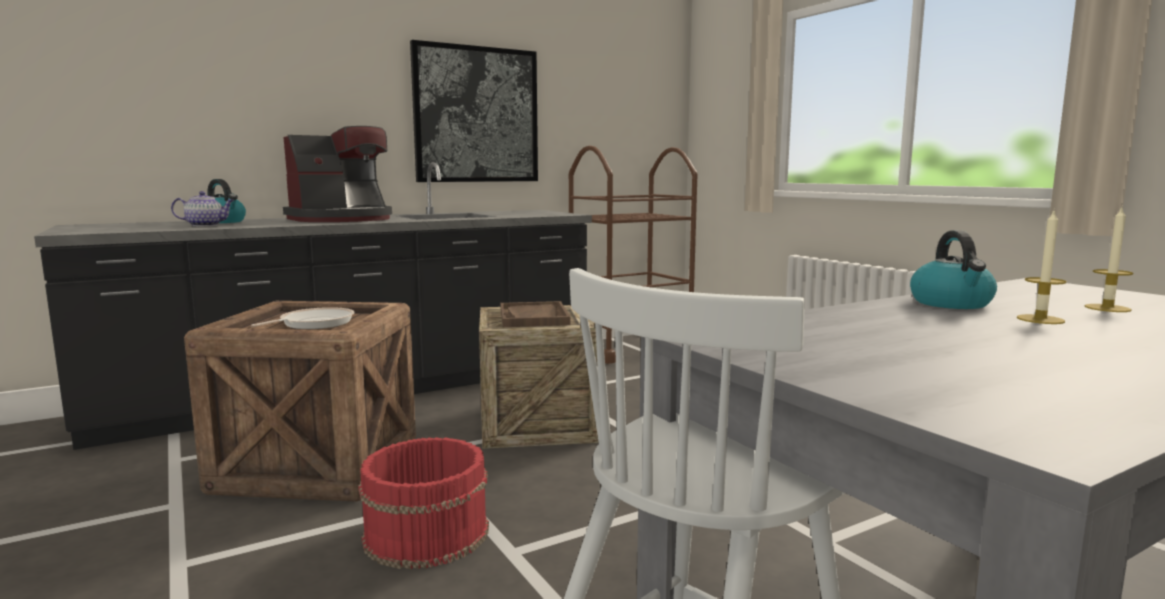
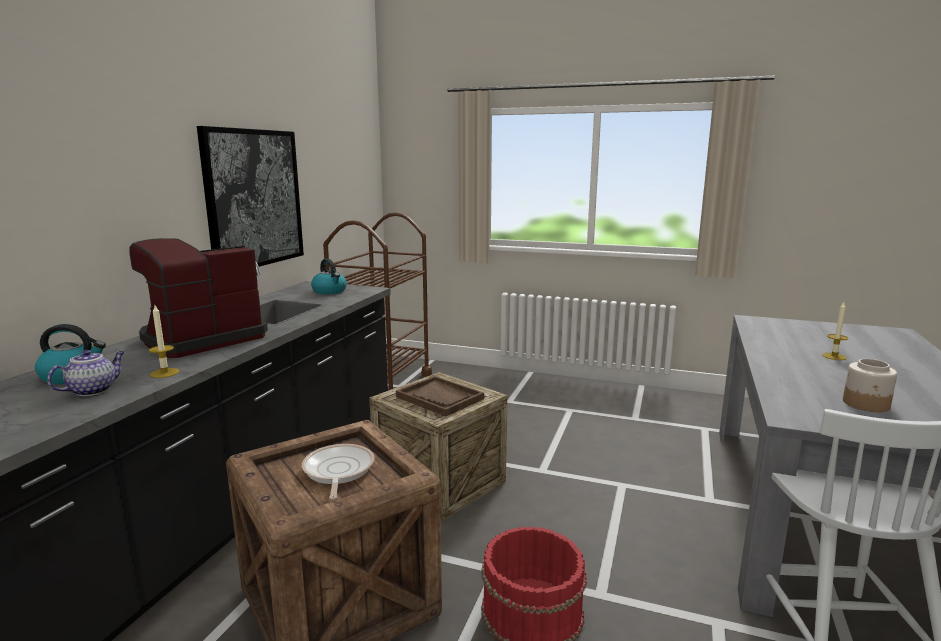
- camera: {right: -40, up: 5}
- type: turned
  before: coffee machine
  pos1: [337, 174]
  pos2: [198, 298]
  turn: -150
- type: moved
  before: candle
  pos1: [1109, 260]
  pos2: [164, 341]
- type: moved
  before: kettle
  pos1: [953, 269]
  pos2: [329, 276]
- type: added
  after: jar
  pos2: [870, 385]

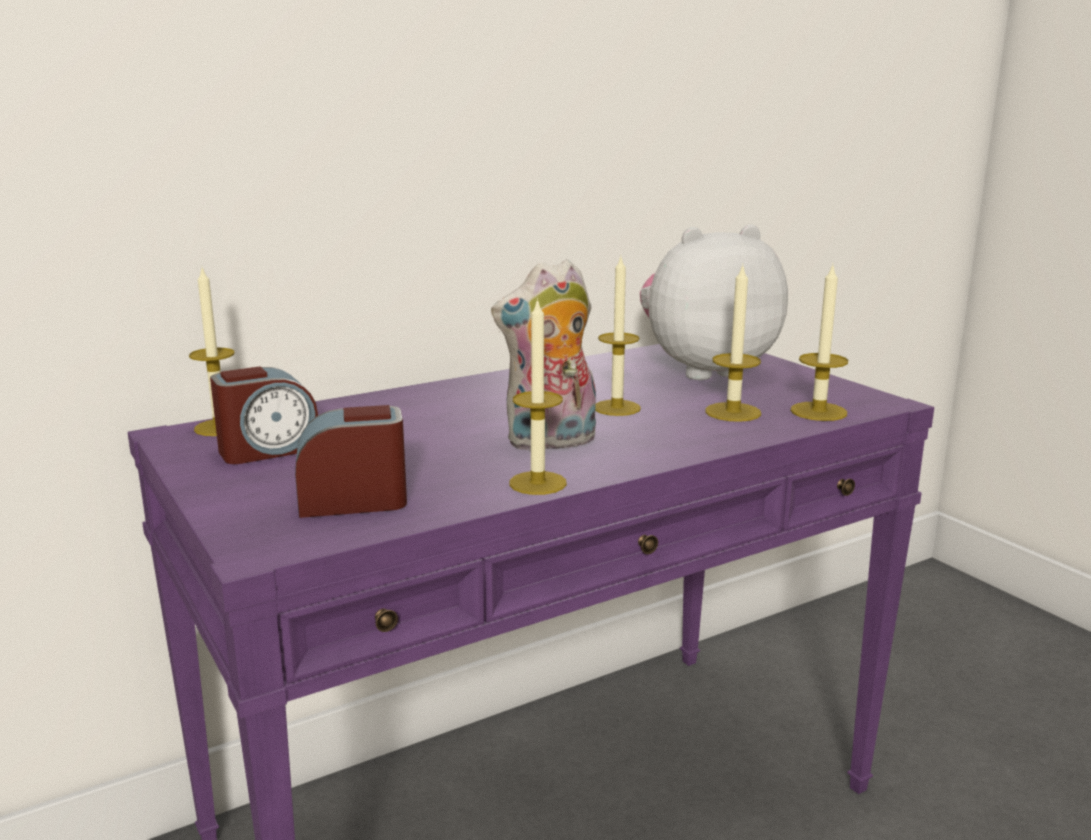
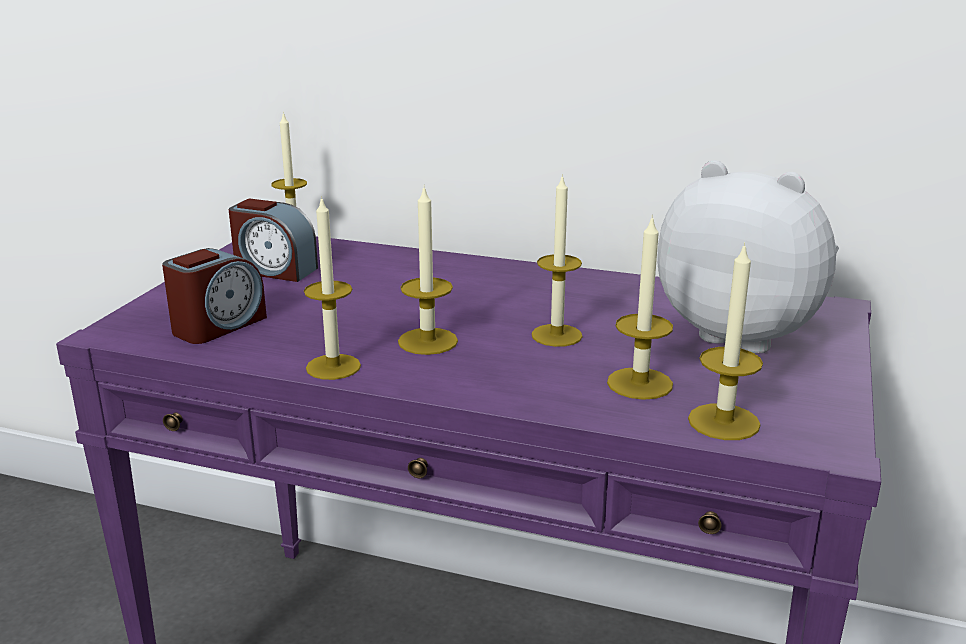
- camera: {right: 50, up: 5}
- type: turned
  before: alarm clock
  pos1: [351, 461]
  pos2: [214, 296]
  turn: 90
- type: replaced
  before: plush toy
  after: candle
  pos1: [543, 355]
  pos2: [428, 270]

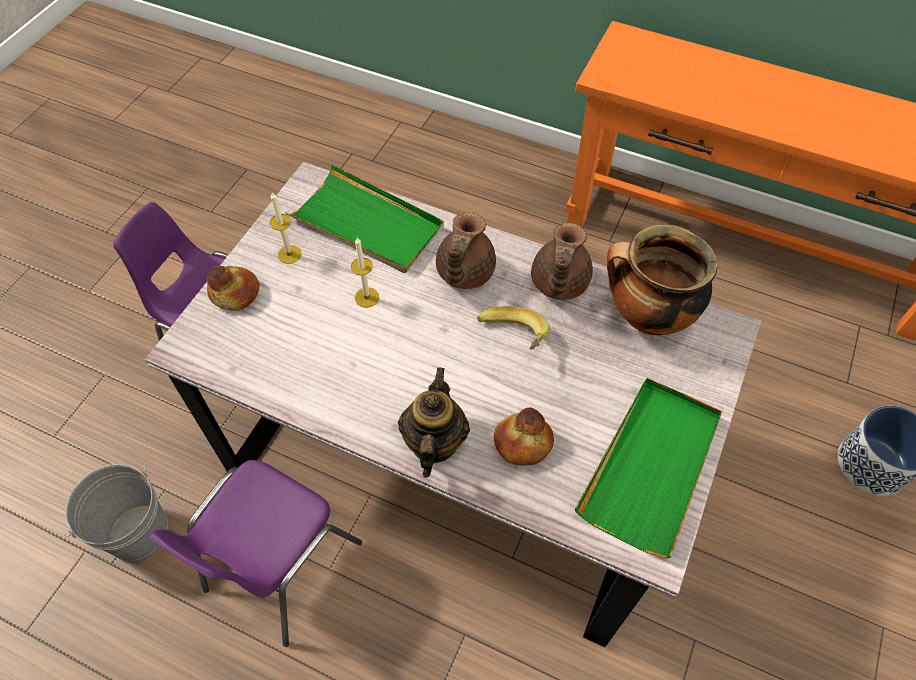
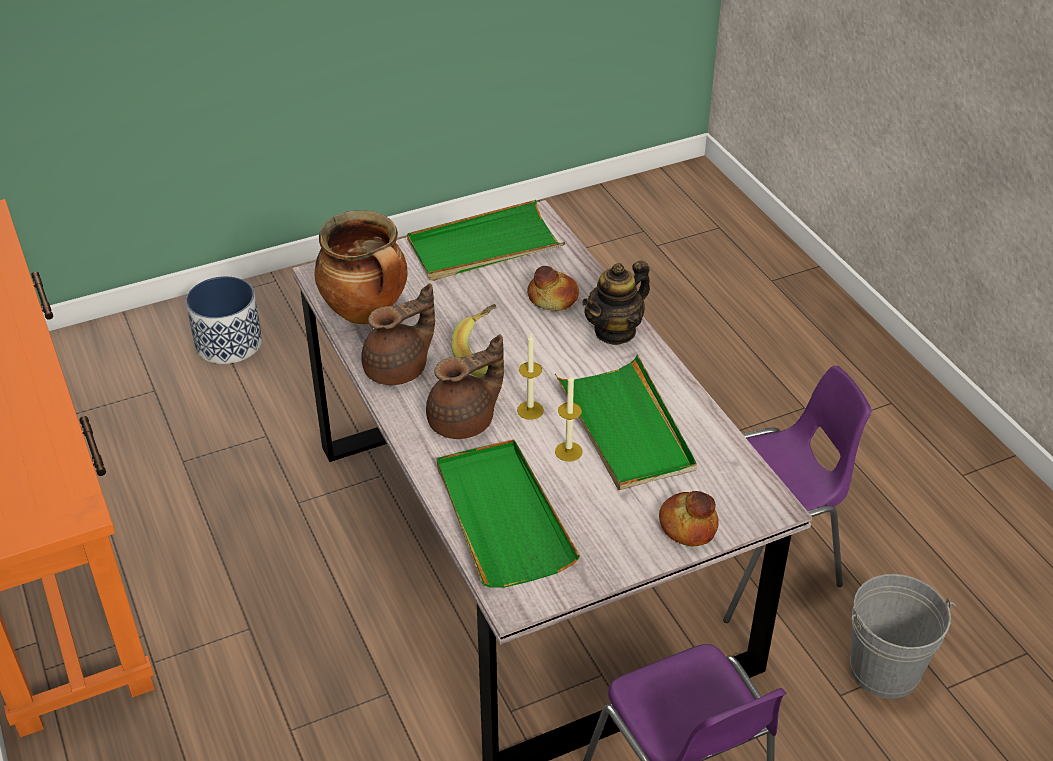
- camera: {right: -140, up: -15}
- type: moved
  before: candle
  pos1: [286, 228]
  pos2: [530, 377]
- type: added
  after: green tray
  pos2: [626, 422]

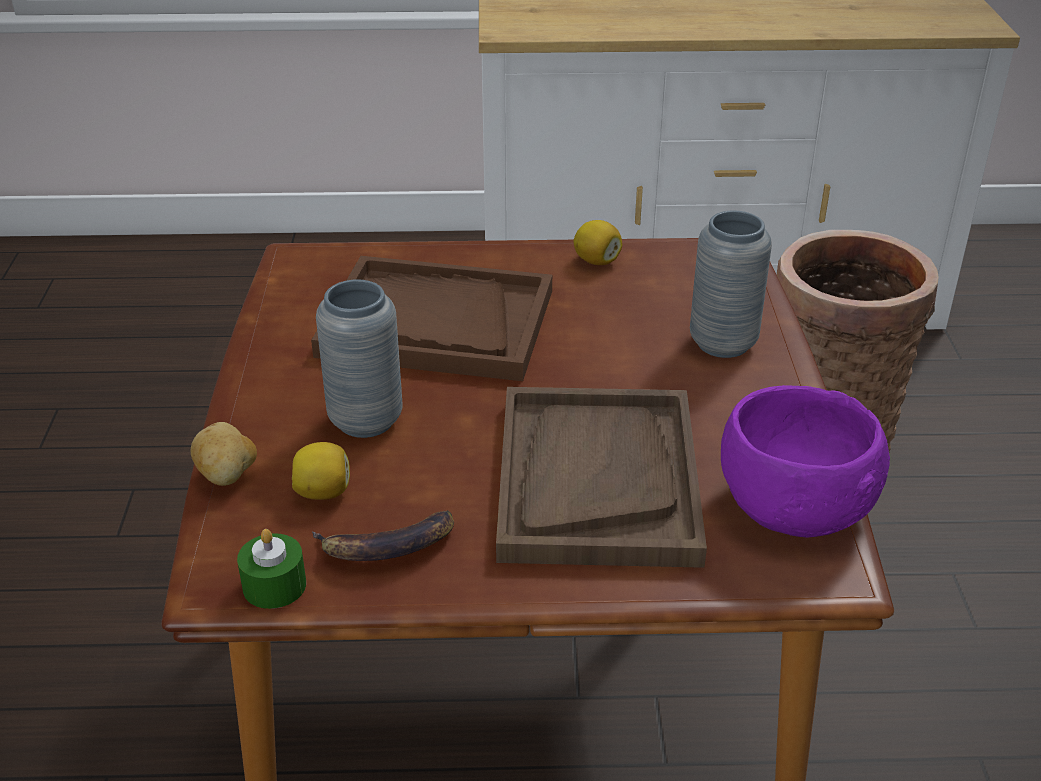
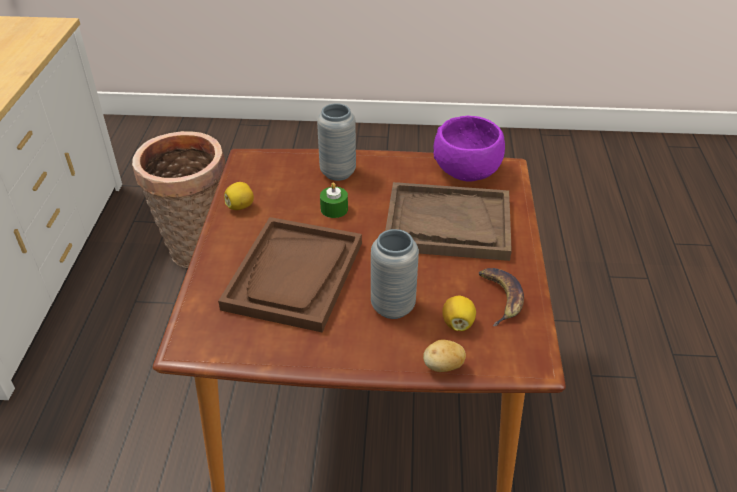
- camera: {right: -85, up: 5}
- type: moved
  before: green candle
  pos1: [271, 569]
  pos2: [334, 200]

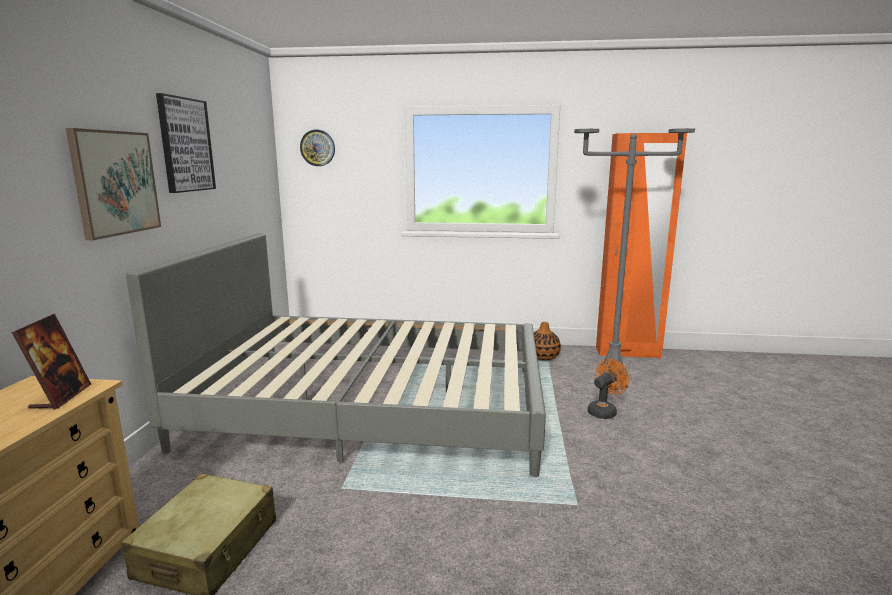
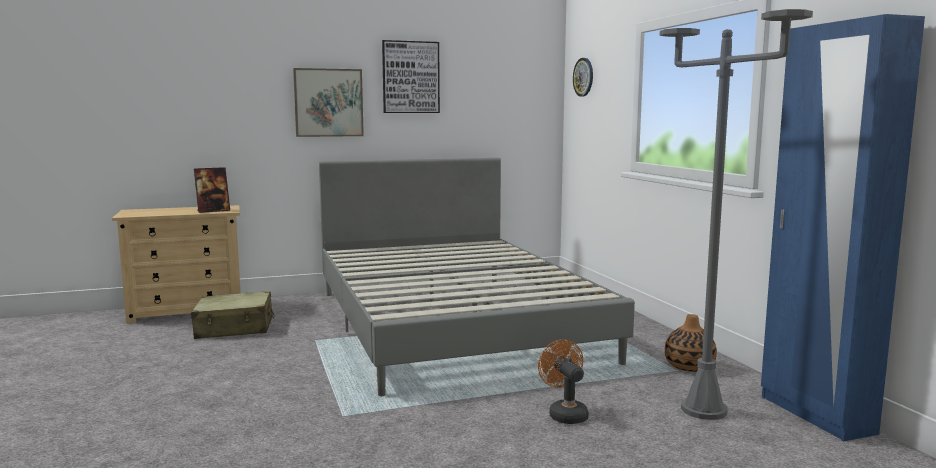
- camera: {right: 65, up: -5}
- type: turned
  before: orange fan
  pos1: [608, 389]
  pos2: [563, 381]
  turn: -135
- type: recoloured
  before: orange wardrobe
  after: blue wardrobe
  pos1: [641, 245]
  pos2: [843, 227]

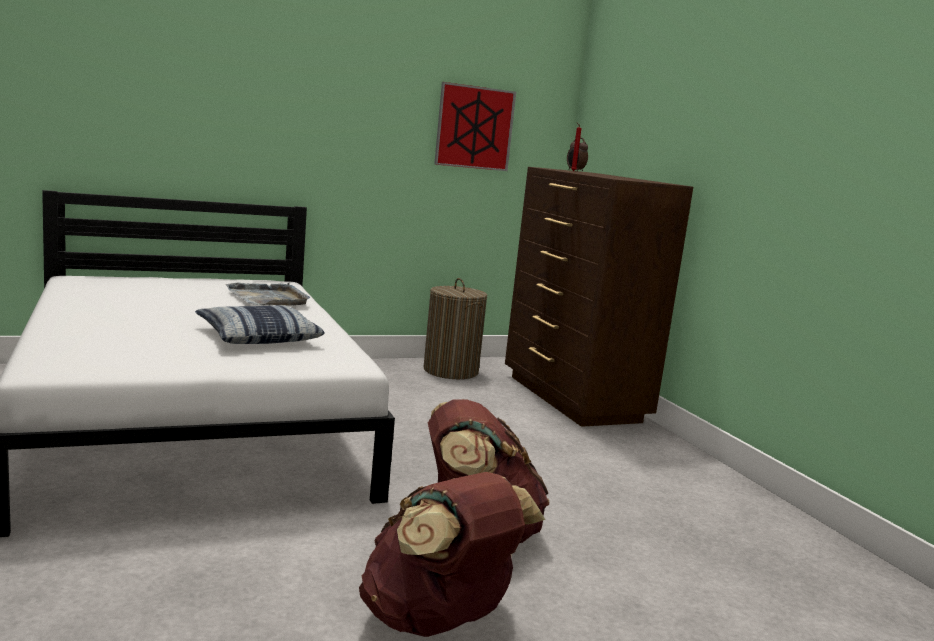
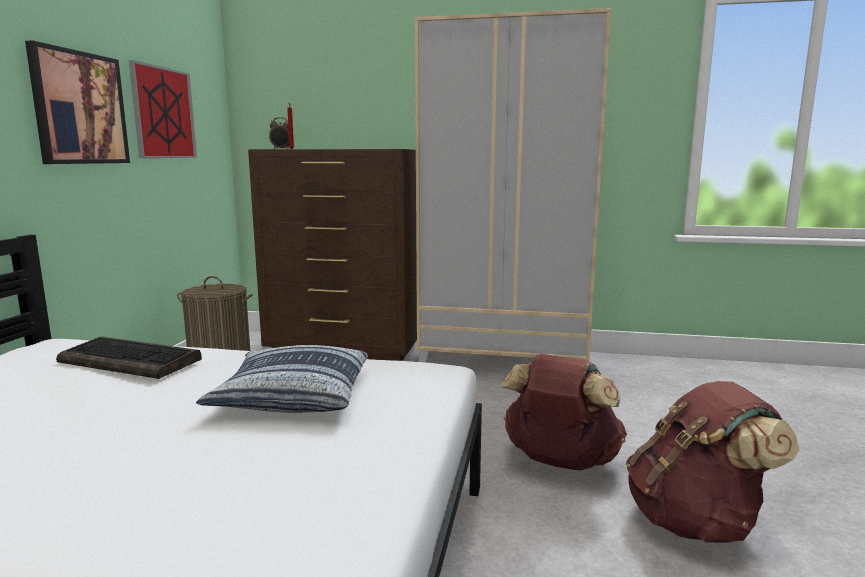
- camera: {right: -55, up: 0}
- type: added
  after: picture
  pos2: [77, 102]
- type: replaced
  before: grey tray
  after: keyboard
  pos1: [267, 293]
  pos2: [129, 358]
- type: added
  after: beige wardrobe
  pos2: [513, 185]

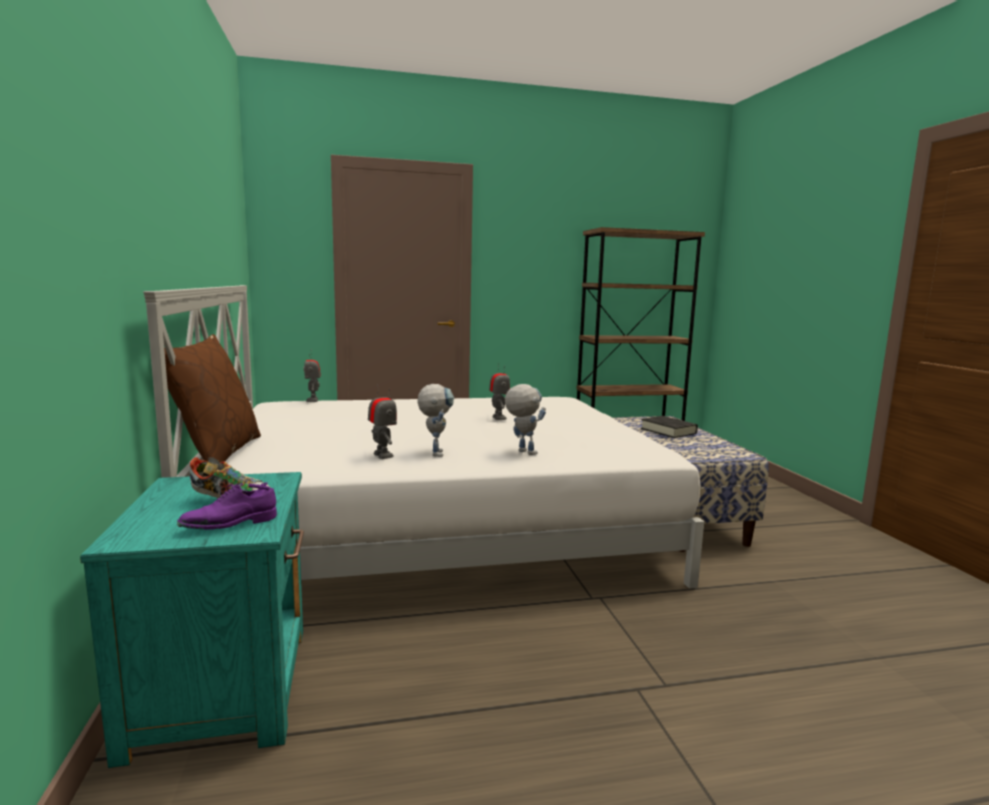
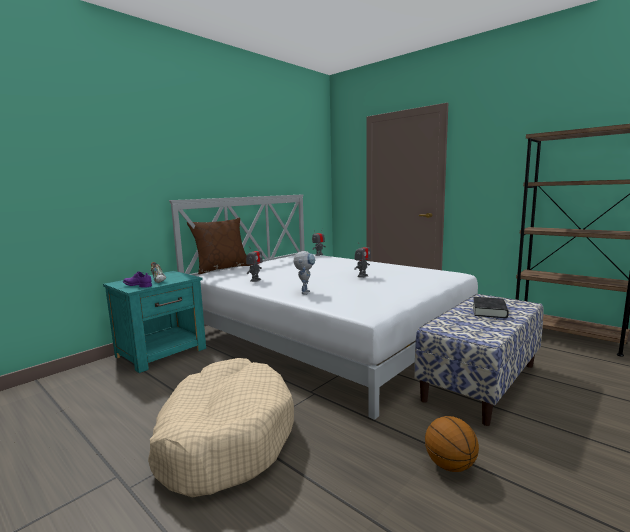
- camera: {right: 55, up: 0}
- type: added
  after: beige dog bed
  pos2: [221, 427]
- type: added
  after: basketball
  pos2: [452, 444]
- type: removed
  before: toy robot
  pos1: [435, 420]

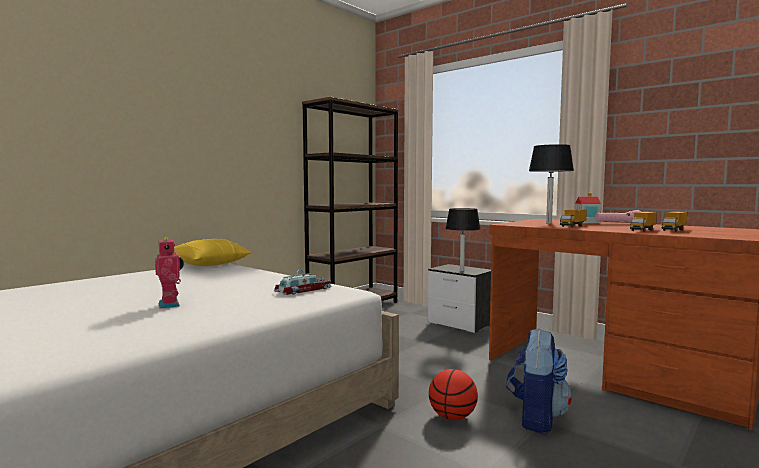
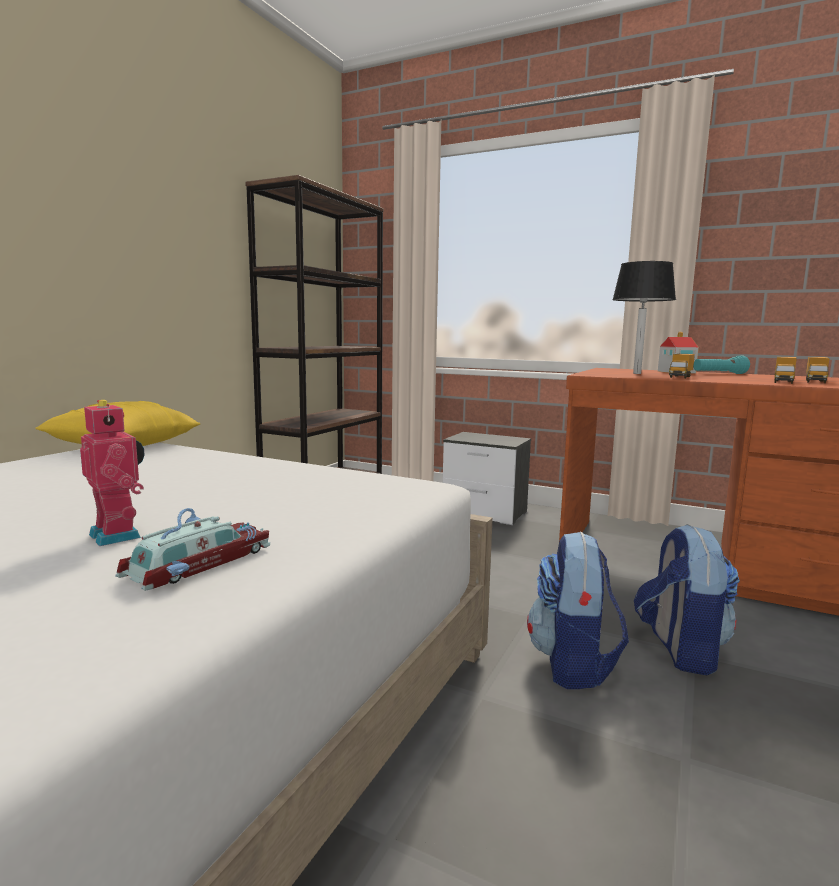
- camera: {right: -15, up: 5}
- type: moved
  before: toy car
  pos1: [302, 282]
  pos2: [192, 549]
- type: replaced
  before: basketball
  after: backpack
  pos1: [453, 394]
  pos2: [578, 610]
- type: recoloured
  before: pink flashlight
  after: turquoise flashlight
  pos1: [618, 216]
  pos2: [721, 364]
- type: removed
  before: black table lamp
  pos1: [462, 240]

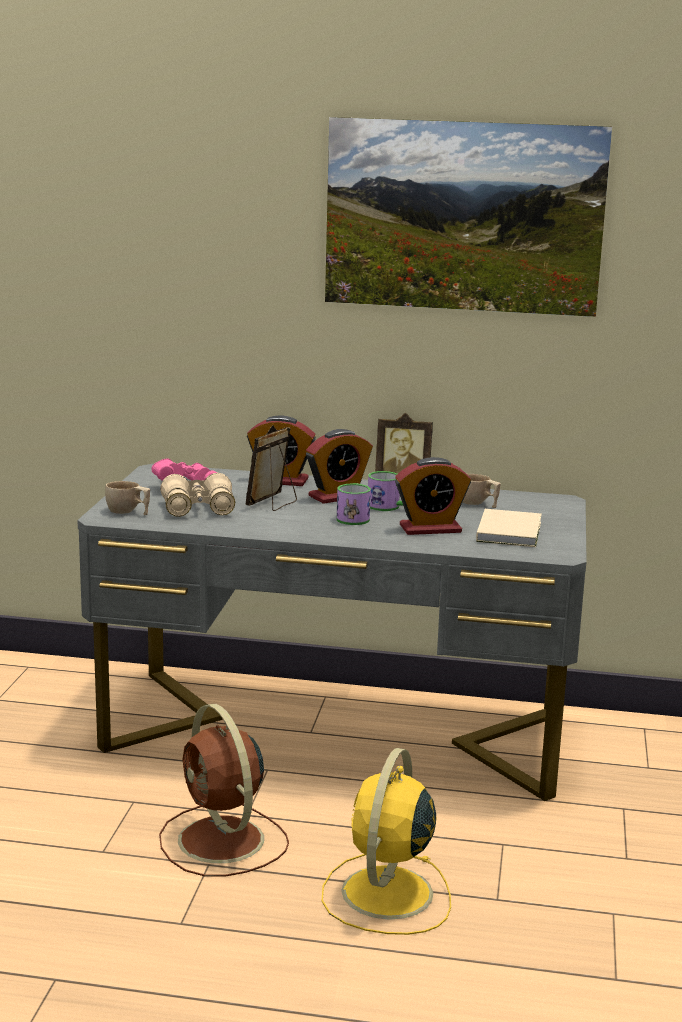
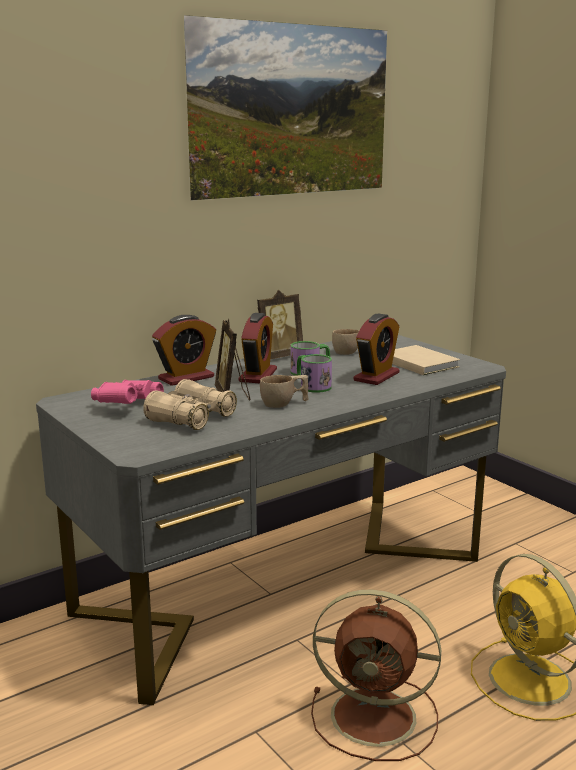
- camera: {right: -45, up: 0}
- type: moved
  before: beige cup
  pos1: [127, 498]
  pos2: [284, 391]

